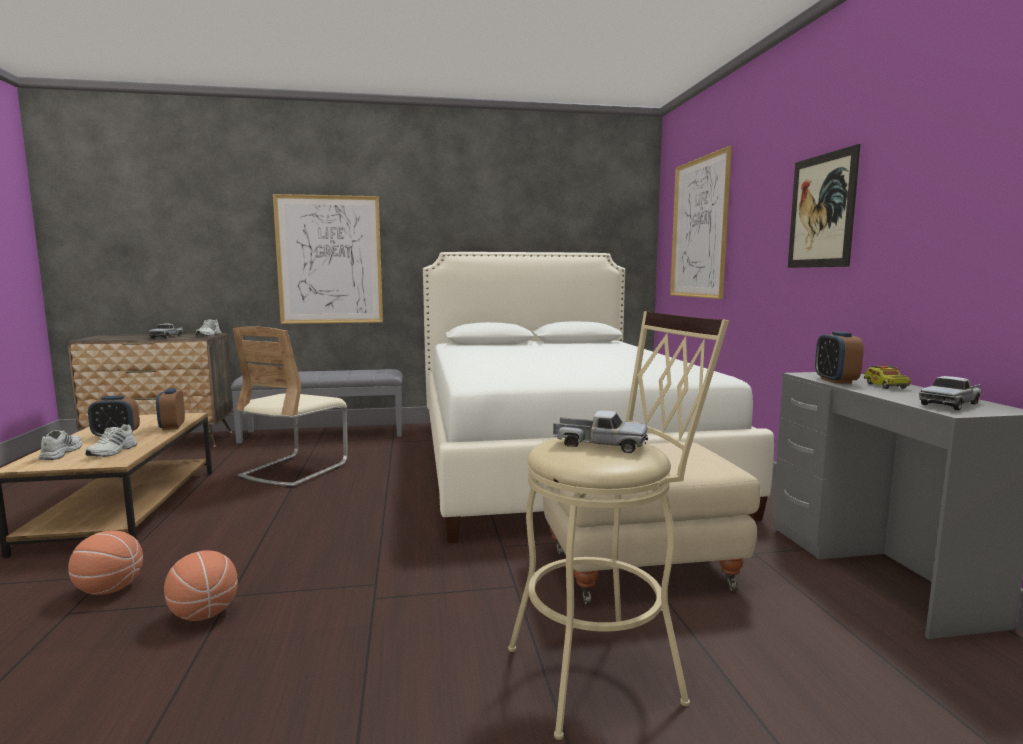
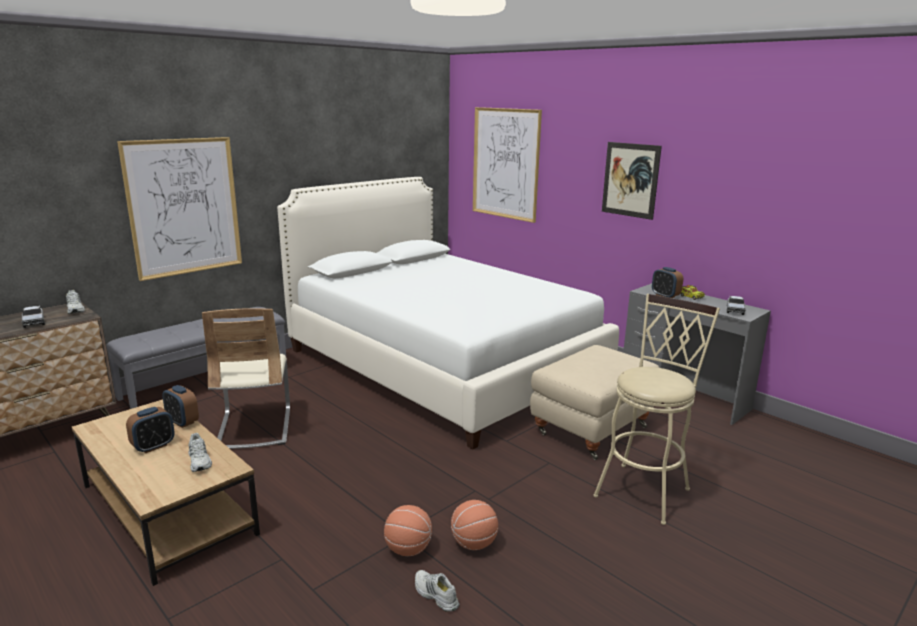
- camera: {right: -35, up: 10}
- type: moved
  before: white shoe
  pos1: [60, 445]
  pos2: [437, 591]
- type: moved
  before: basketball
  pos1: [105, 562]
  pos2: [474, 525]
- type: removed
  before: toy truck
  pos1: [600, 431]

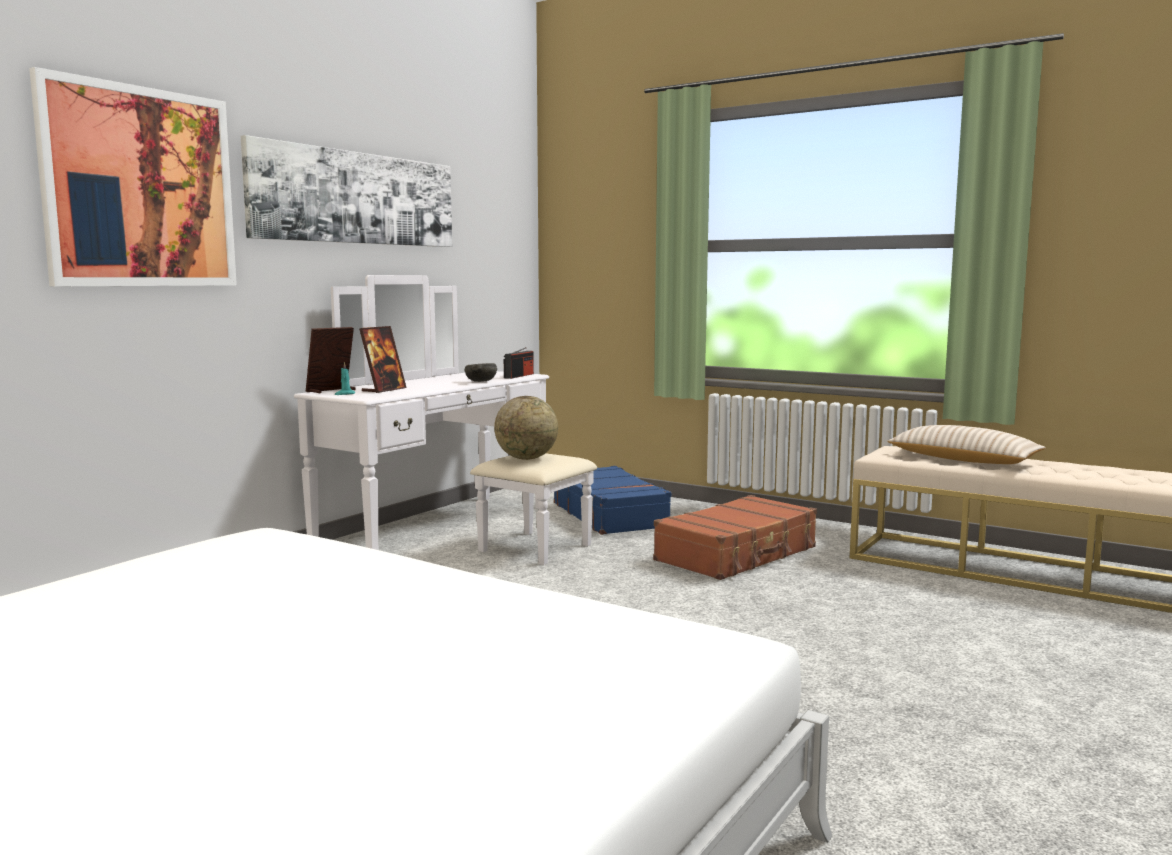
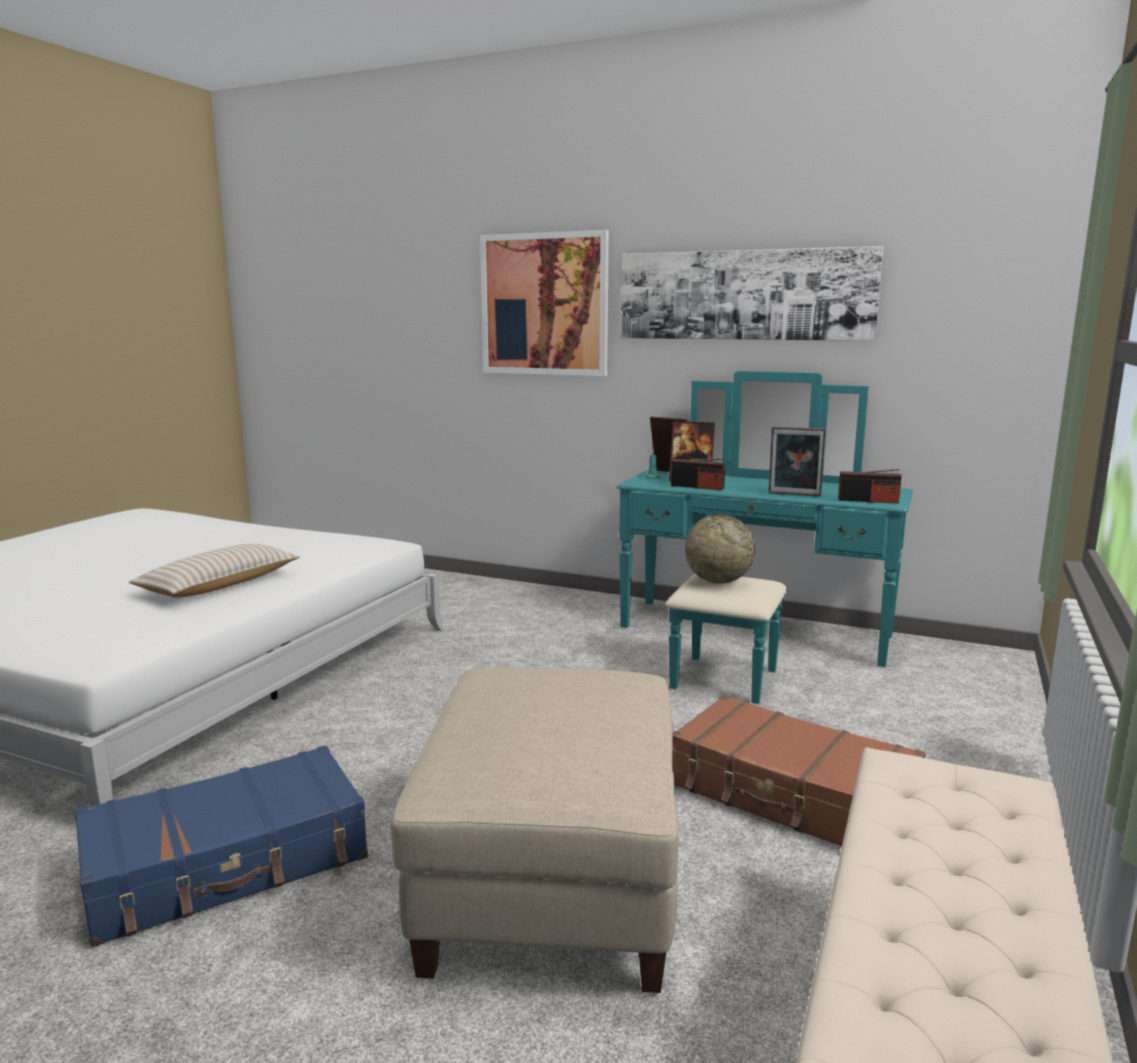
- camera: {right: 80, up: 5}
- type: moved
  before: blue suitcase
  pos1: [612, 500]
  pos2: [221, 846]
- type: moved
  before: beige pillow
  pos1: [966, 444]
  pos2: [214, 571]
- type: added
  after: beige ottoman
  pos2: [535, 830]
- type: recoloured
  before: white dresser
  after: turquoise dresser
  pos1: [445, 420]
  pos2: [765, 537]
- type: added
  after: radio
  pos2: [698, 474]
- type: replaced
  before: grey bowl
  after: picture frame
  pos1: [481, 372]
  pos2: [797, 461]

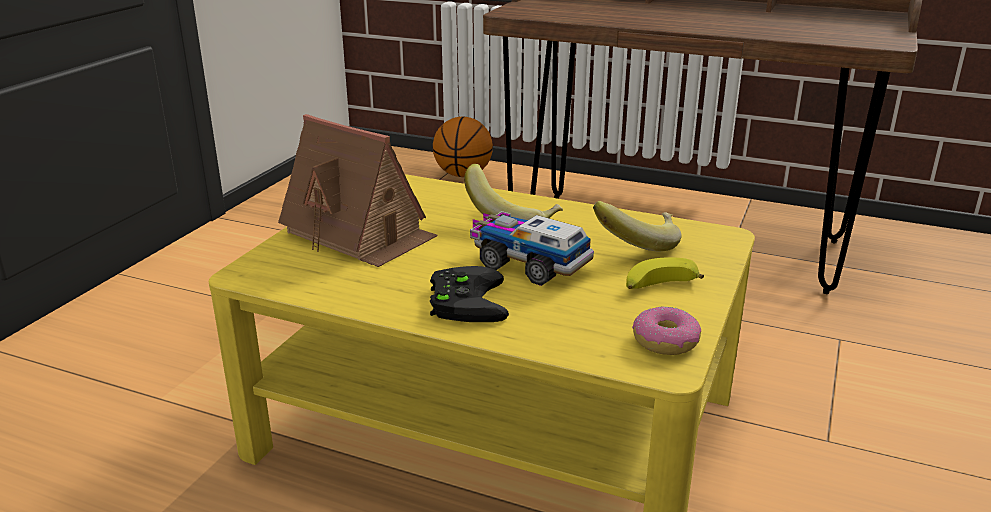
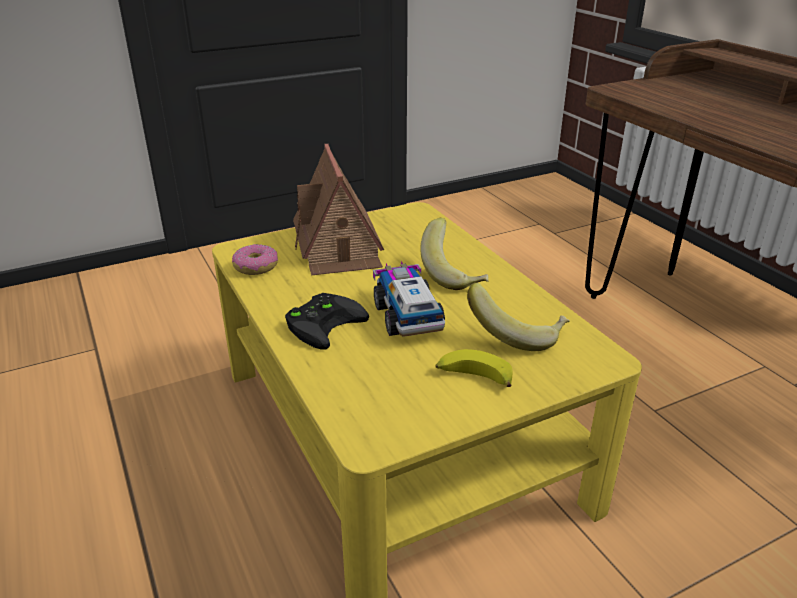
- camera: {right: 40, up: 5}
- type: moved
  before: donut
  pos1: [666, 330]
  pos2: [255, 259]
- type: removed
  before: basketball
  pos1: [463, 147]

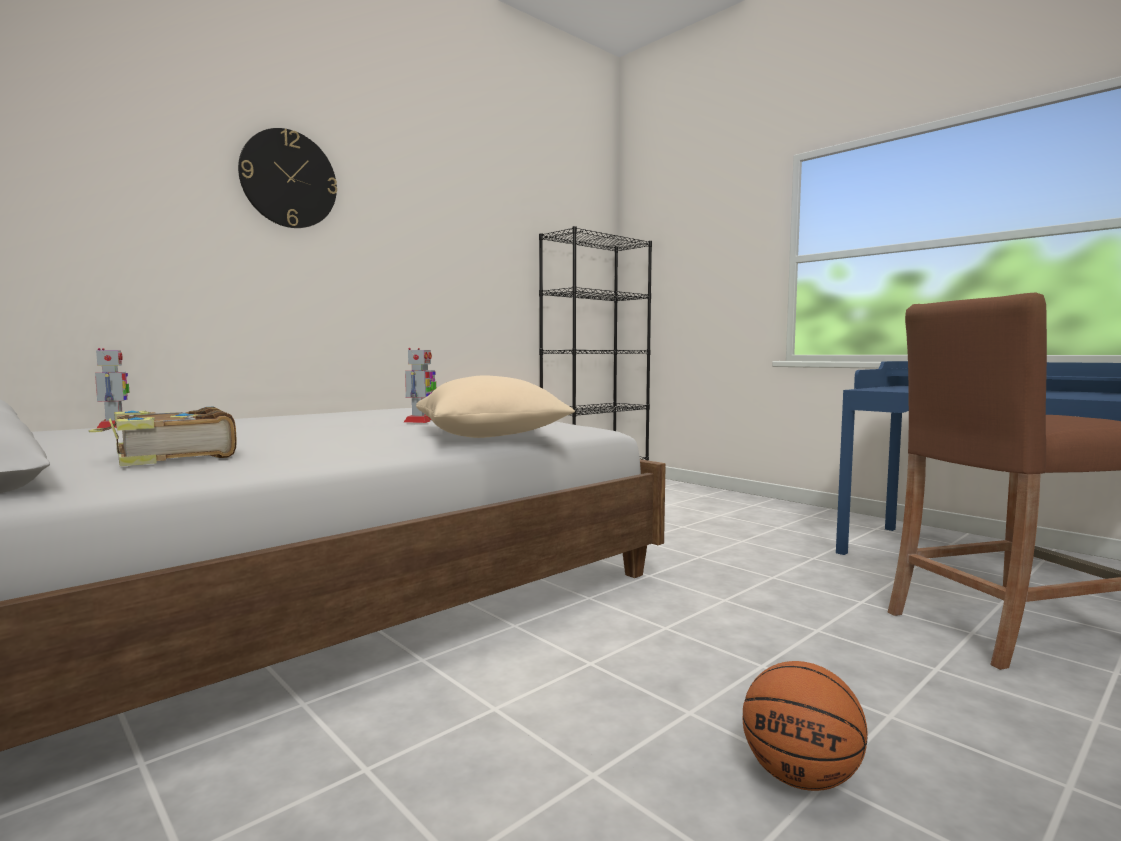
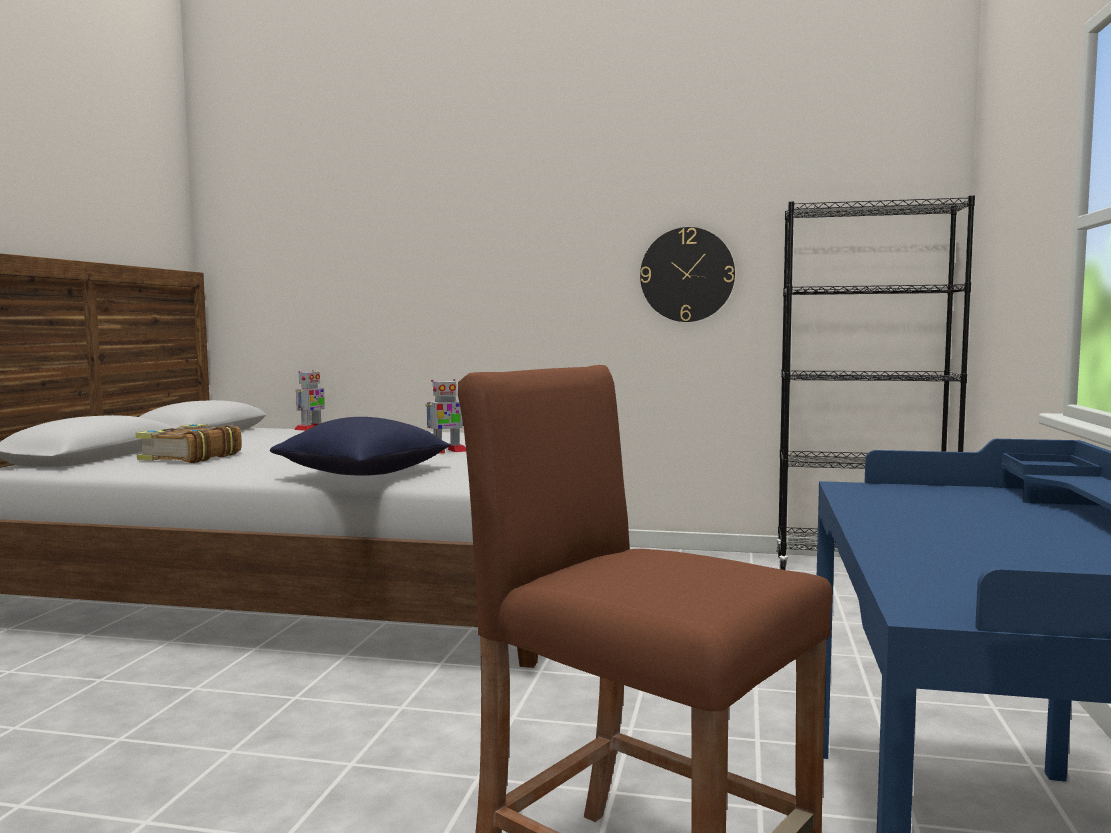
- camera: {right: 55, up: 0}
- type: recoloured
  before: beige pillow
  after: blue pillow
  pos1: [495, 407]
  pos2: [360, 446]
- type: moved
  before: wall clock
  pos1: [287, 178]
  pos2: [687, 274]
- type: removed
  before: basketball
  pos1: [805, 726]

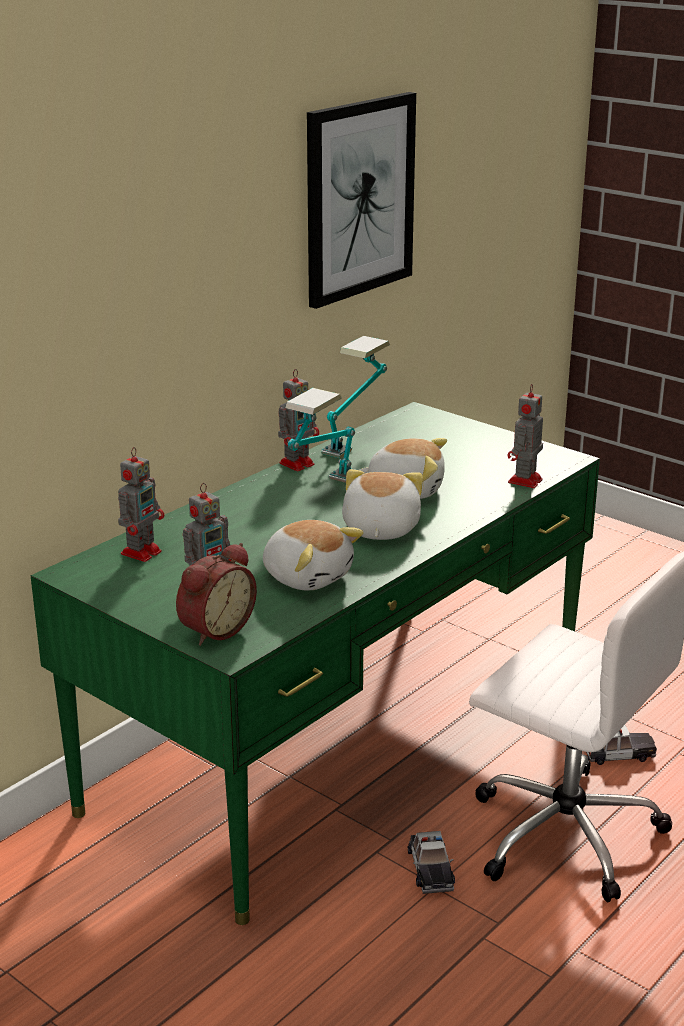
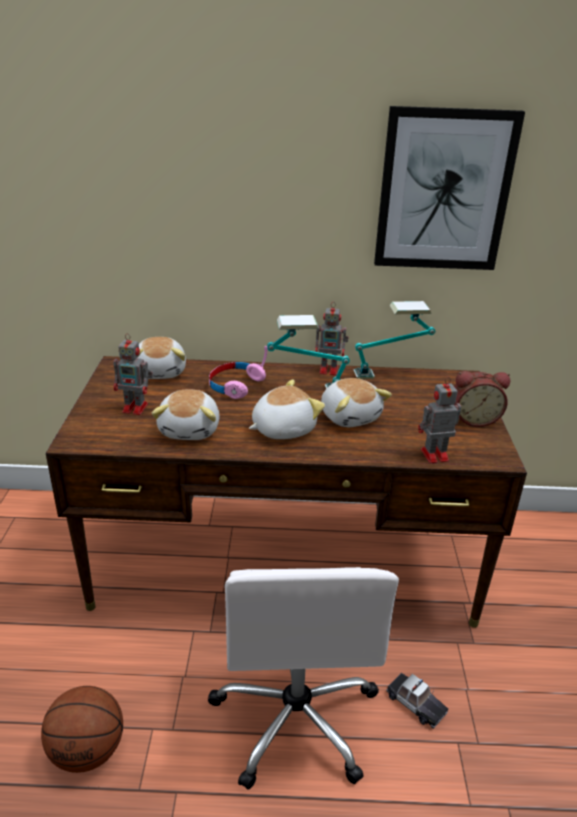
- camera: {right: 50, up: 5}
- type: added
  after: basketball
  pos2: [82, 729]
- type: recoloured
  before: green desk
  after: brown desk
  pos1: [315, 663]
  pos2: [286, 492]
- type: replaced
  before: toy robot
  after: plush toy
  pos1: [141, 504]
  pos2: [161, 358]
- type: added
  after: pink headphones
  pos2: [238, 372]
- type: moved
  before: alarm clock
  pos1: [216, 594]
  pos2: [482, 399]
- type: removed
  before: toy car
  pos1: [431, 862]

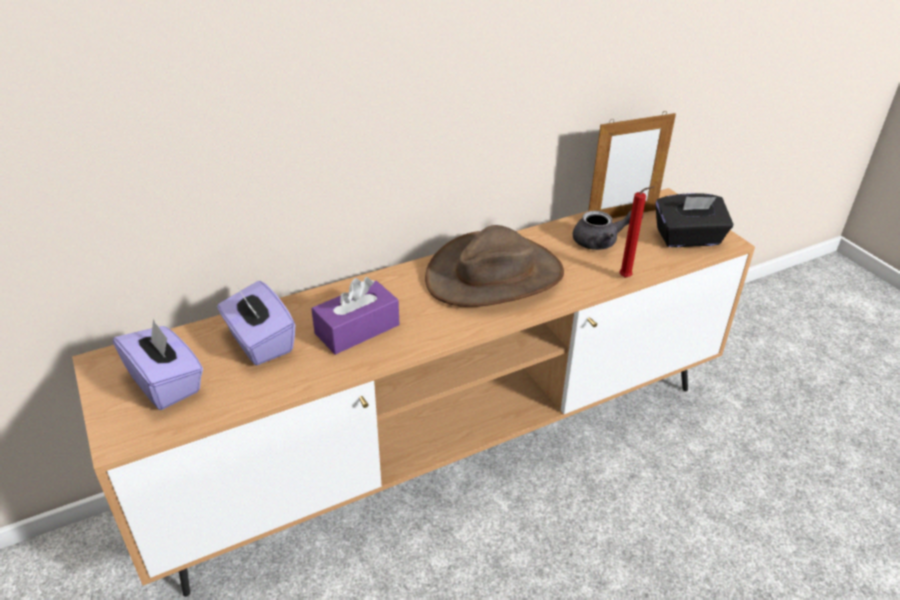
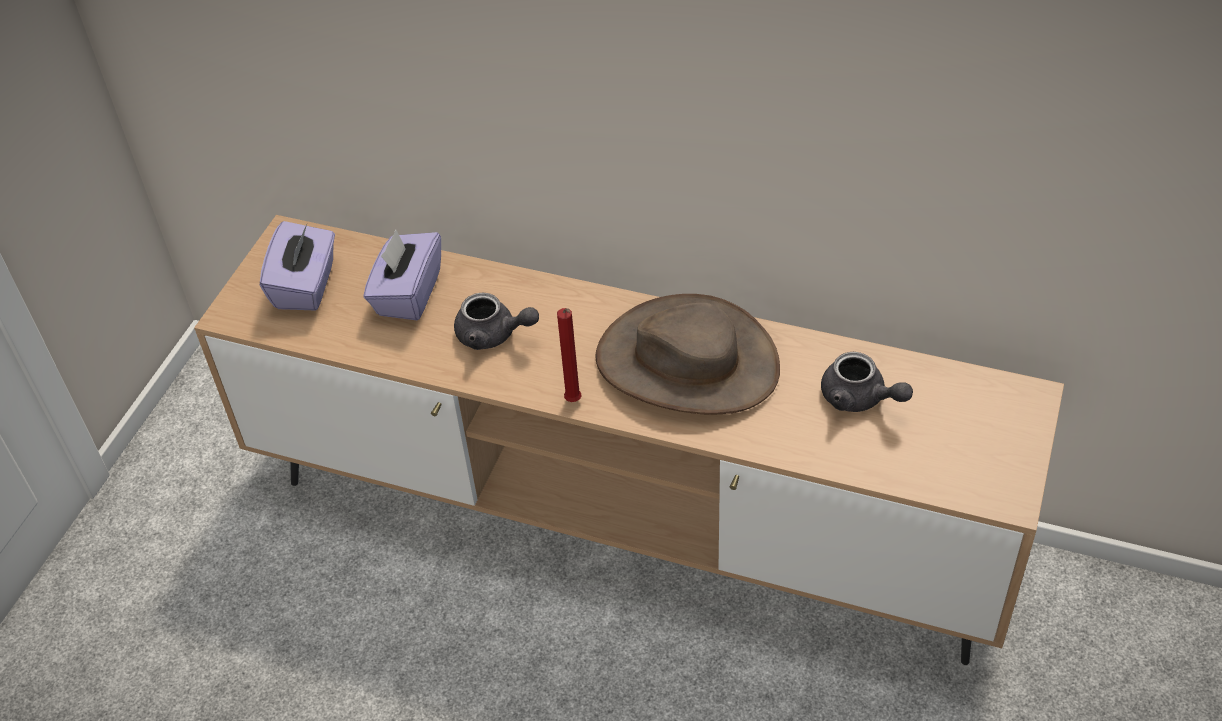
- camera: {right: 50, up: 10}
- type: replaced
  before: purple tissue box
  after: grey teapot
  pos1: [355, 316]
  pos2: [496, 321]
- type: moved
  before: red candle
  pos1: [636, 232]
  pos2: [569, 355]
- type: removed
  before: picture frame
  pos1: [632, 165]
- type: removed
  before: black tissue box
  pos1: [694, 220]

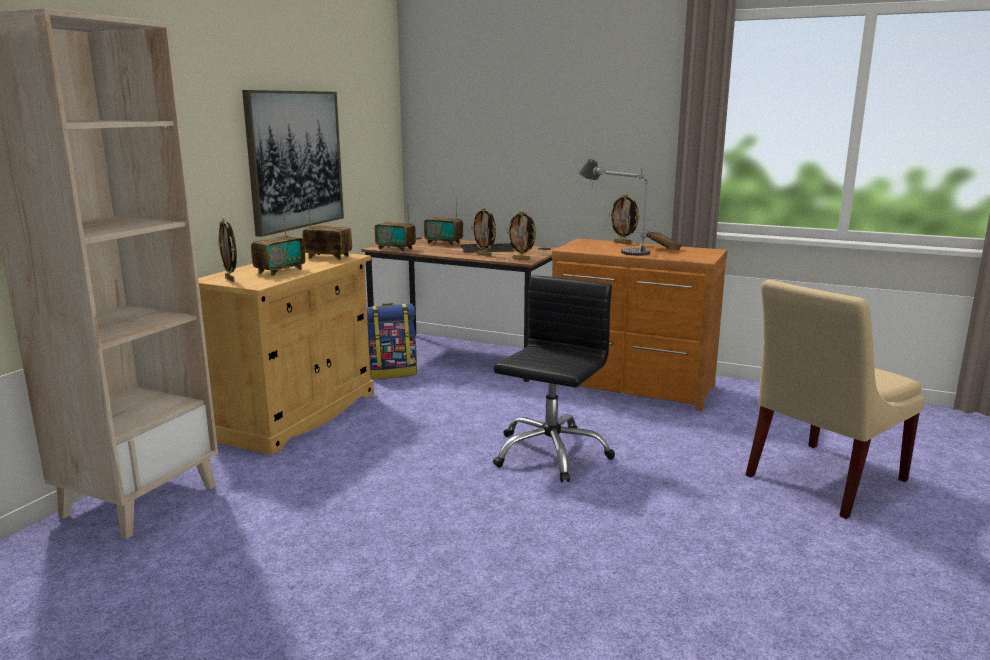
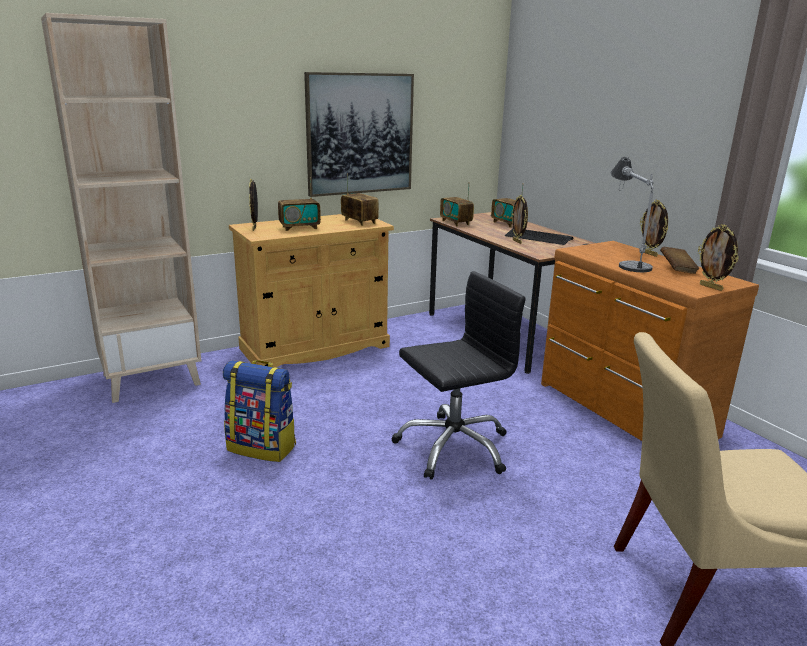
- camera: {right: 35, up: 5}
- type: moved
  before: backpack
  pos1: [392, 341]
  pos2: [259, 411]
- type: moved
  before: picture frame
  pos1: [521, 235]
  pos2: [718, 257]

